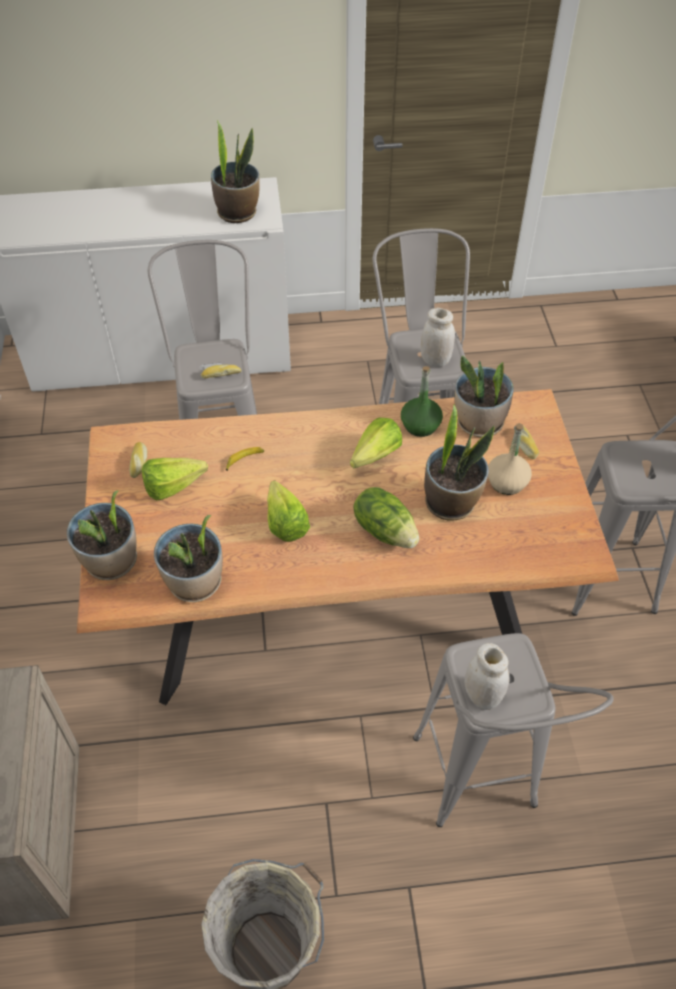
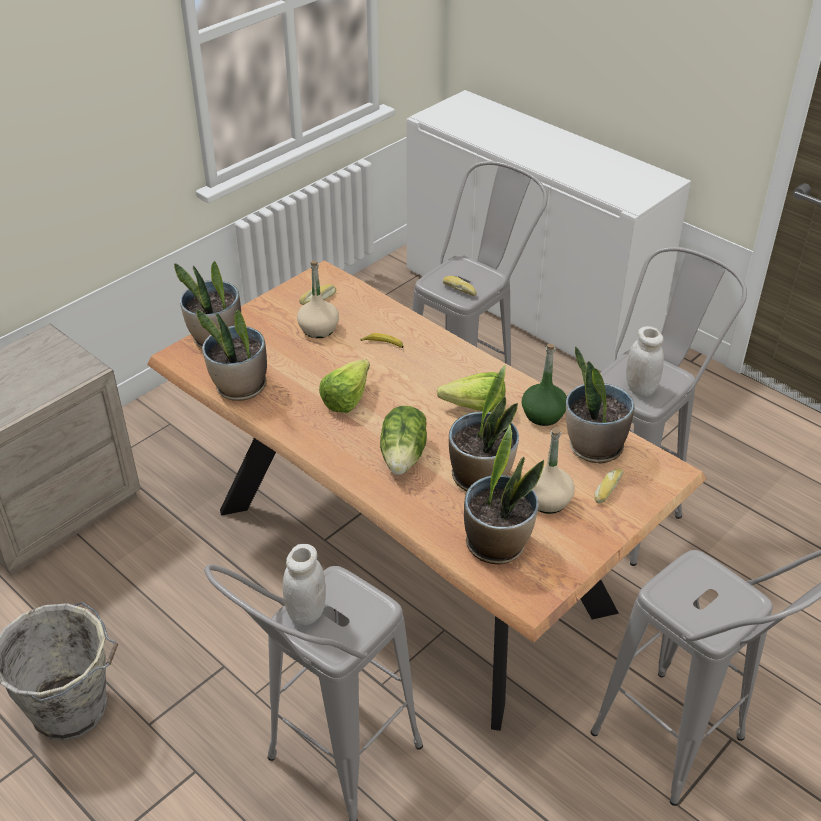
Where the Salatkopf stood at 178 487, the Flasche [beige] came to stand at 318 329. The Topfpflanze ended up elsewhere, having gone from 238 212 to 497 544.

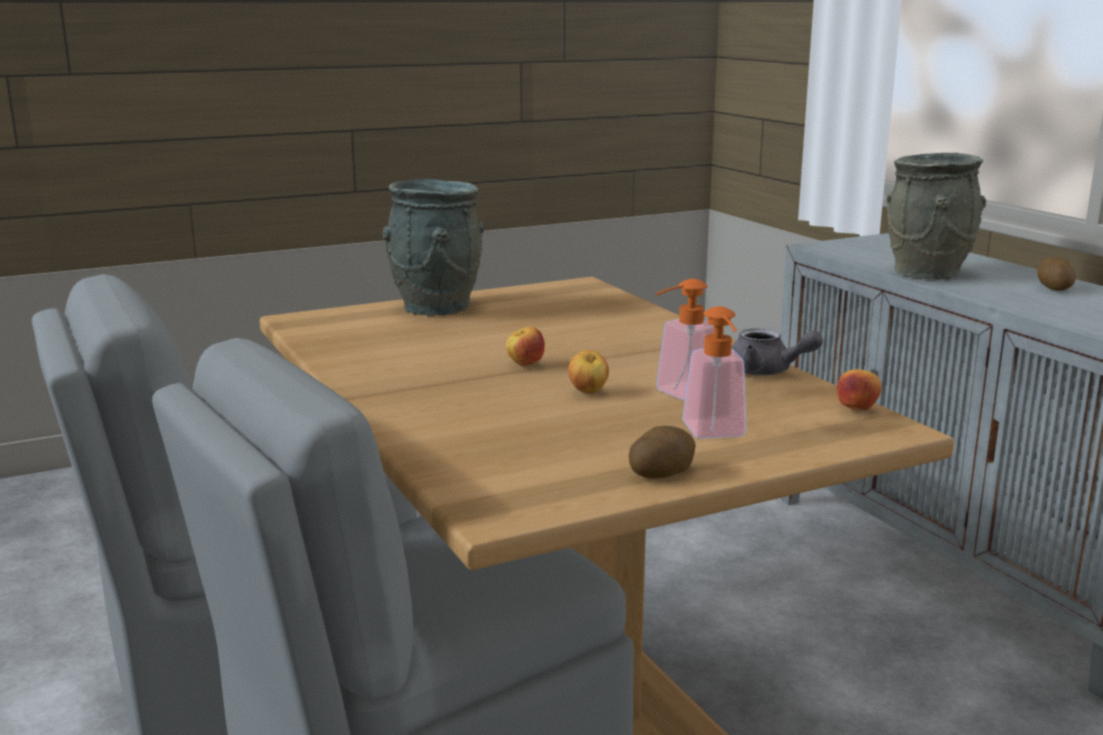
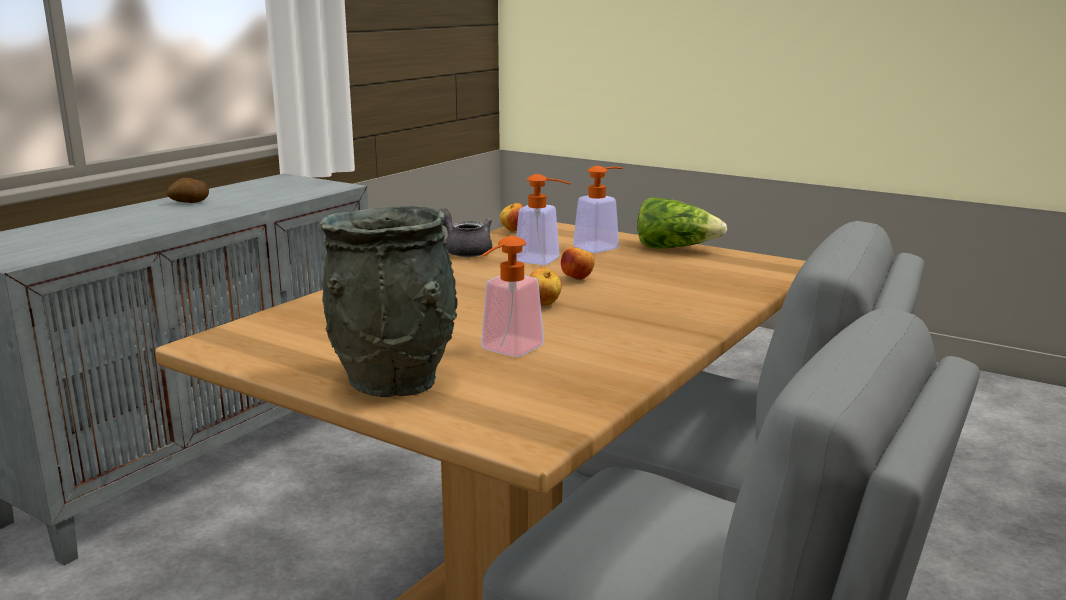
The Teekanne [grau] at 767 372 ended up facing another way, 45 degrees counterclockwise from before. The second view gained the Seifenspender at 506 351. Where the Kartoffel stood at 662 473, the Salatkopf came to stand at 675 248. The second view lost the Vase [grau] at 927 273.

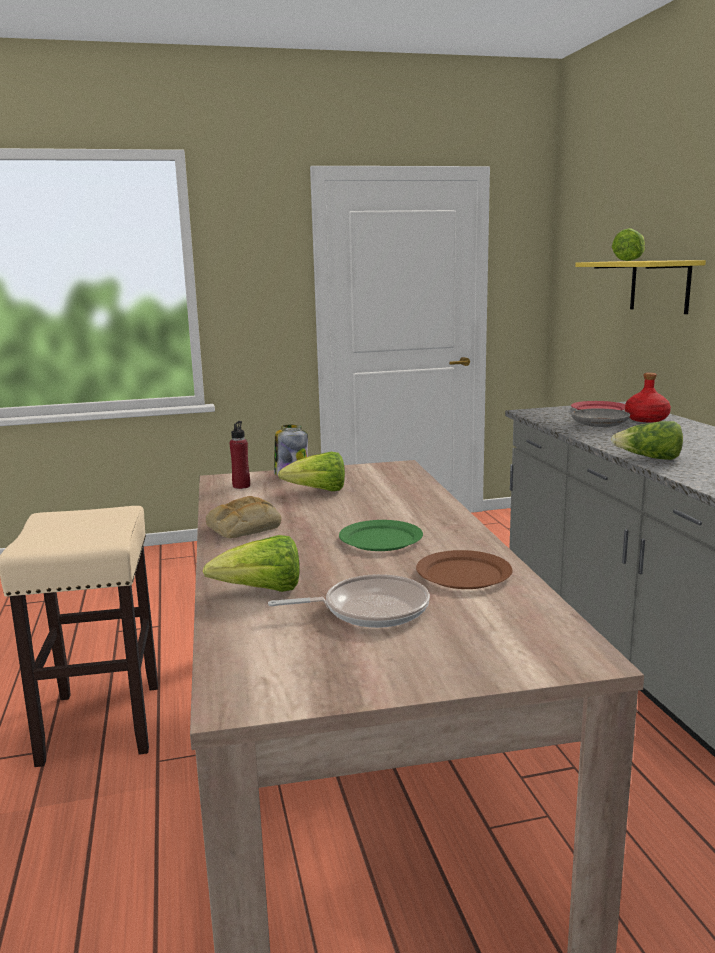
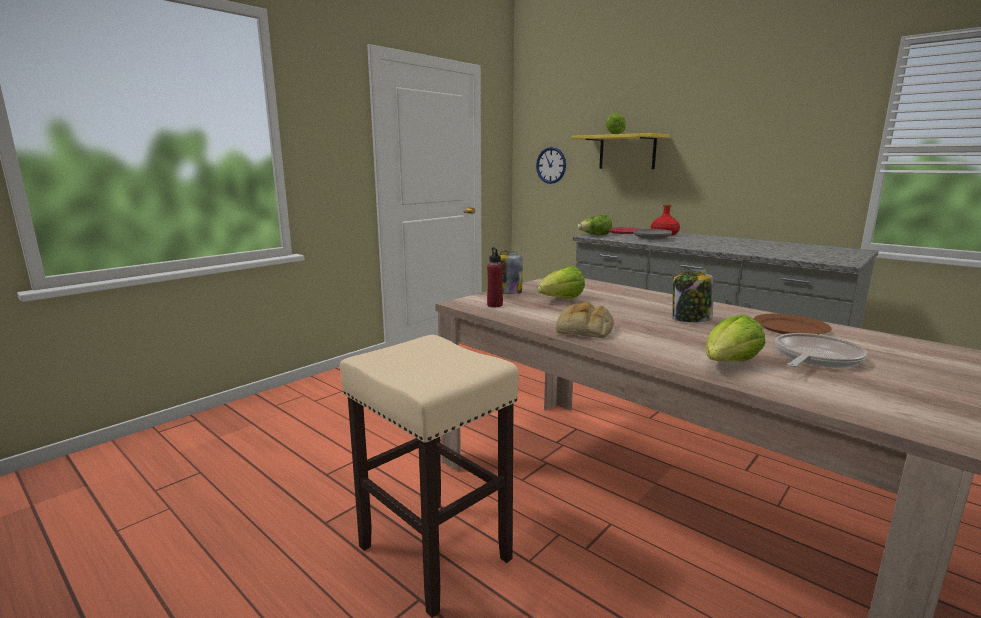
The second view gained the Wanduhr at 551 165. The Salatkopf ended up elsewhere, having gone from 649 458 to 595 235. Where the Teller [grün] stood at 380 539, the Vorratsglas came to stand at 690 319.

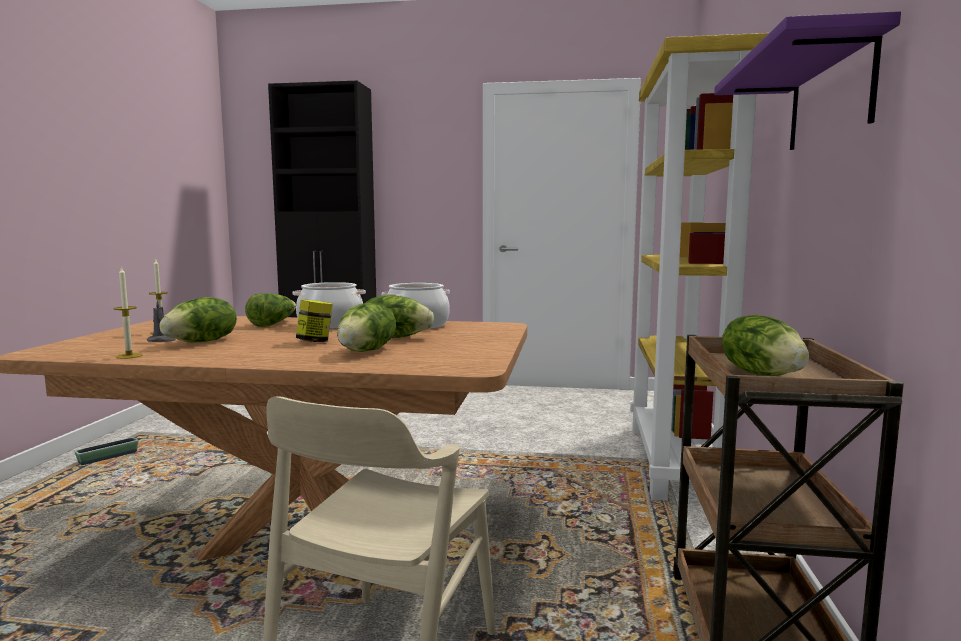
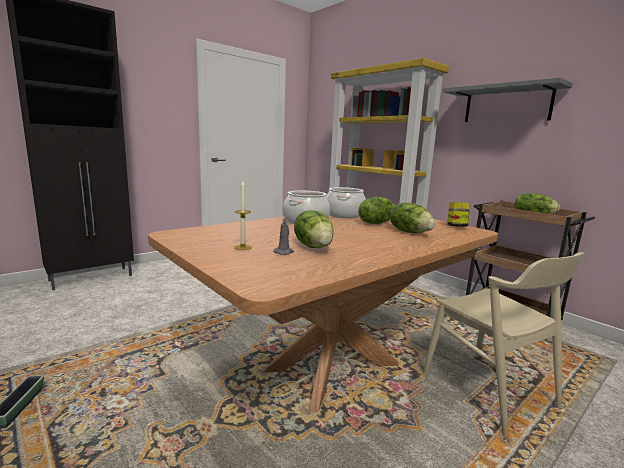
What was the Wandregal [lila] at 830 97 turned into the Wandregal [grau] at 507 104. The Vorratsglas ended up elsewhere, having gone from 315 341 to 456 227. The second view lost the Kerze at 129 356. The second view lost the Salatkopf at 272 324.

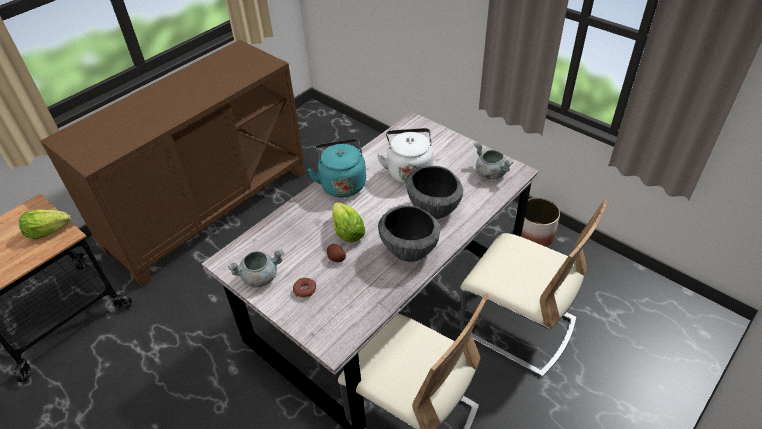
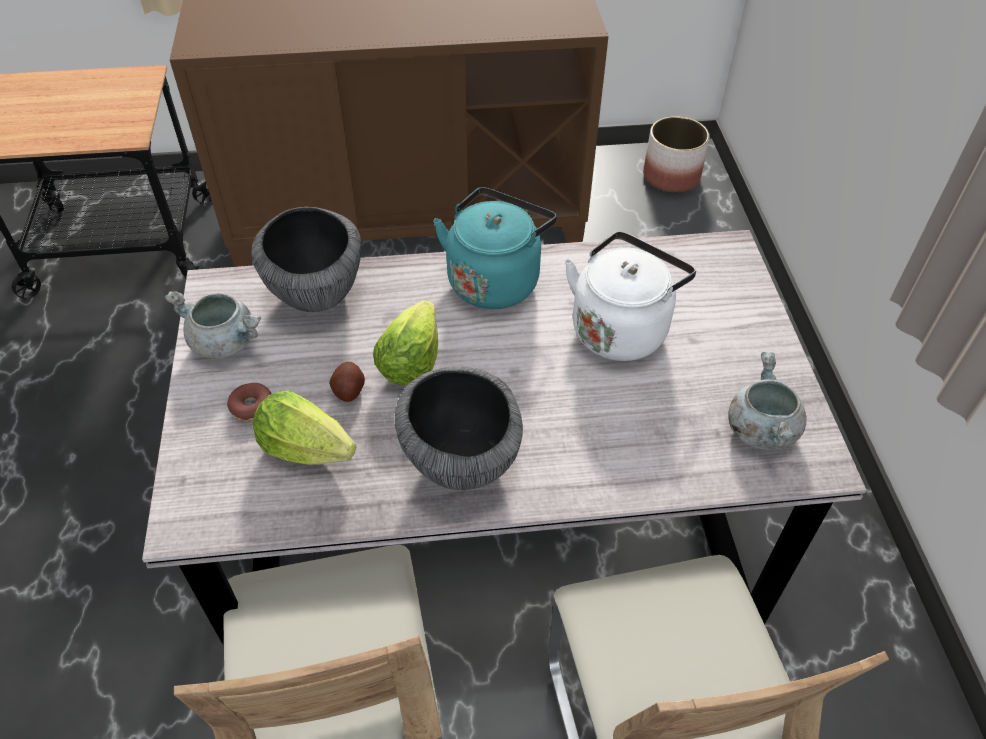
The Schüssel ended up elsewhere, having gone from 433 210 to 316 294. The Salatkopf ended up elsewhere, having gone from 48 231 to 305 448. The Pflanzkübel ended up elsewhere, having gone from 535 235 to 672 177.

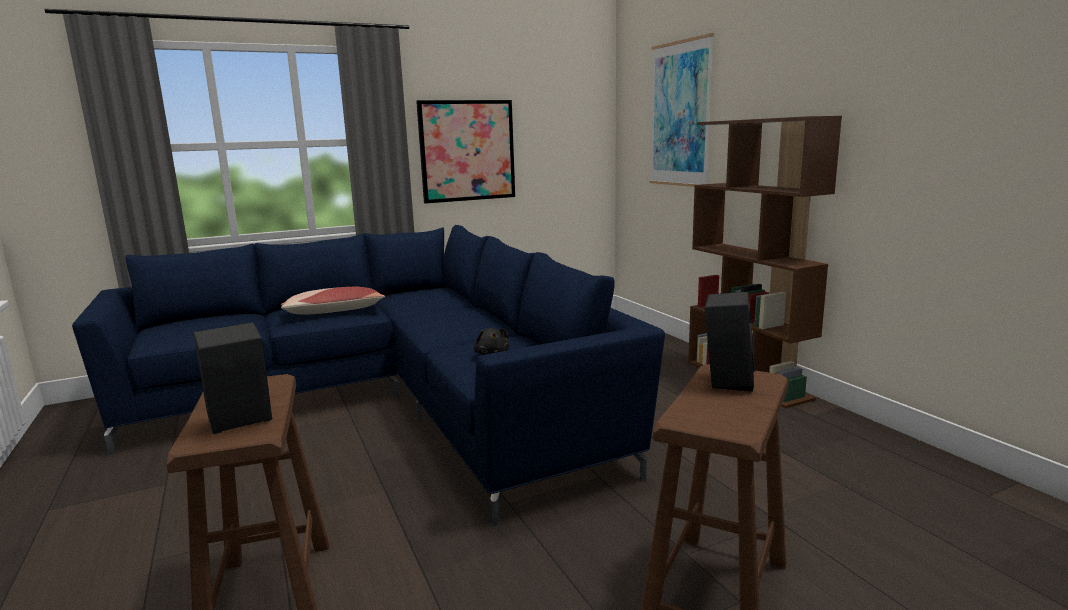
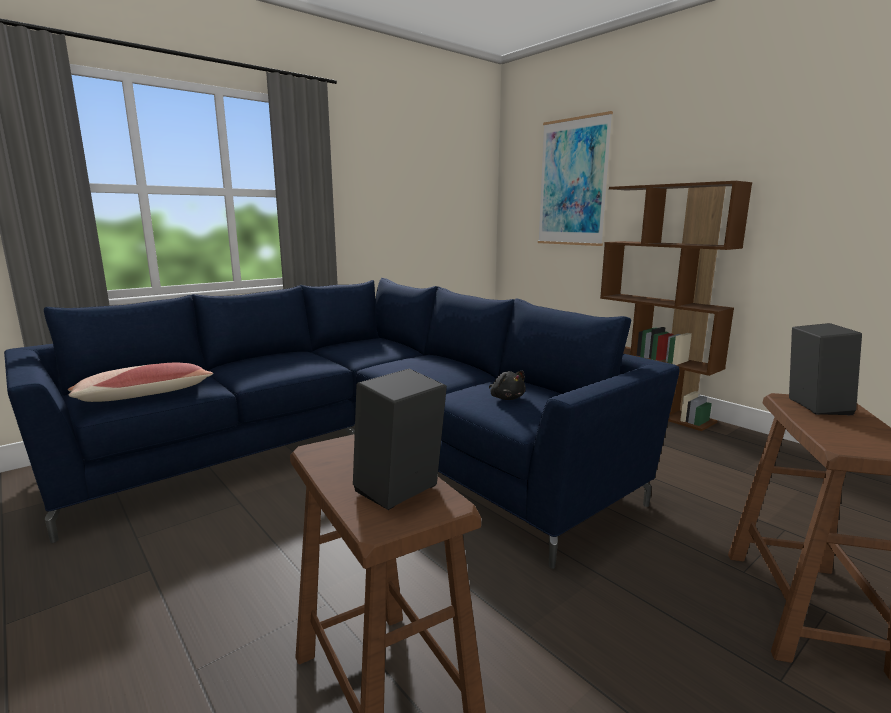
The Kissen ended up elsewhere, having gone from 333 312 to 144 395. The second view lost the Bild at 467 151.

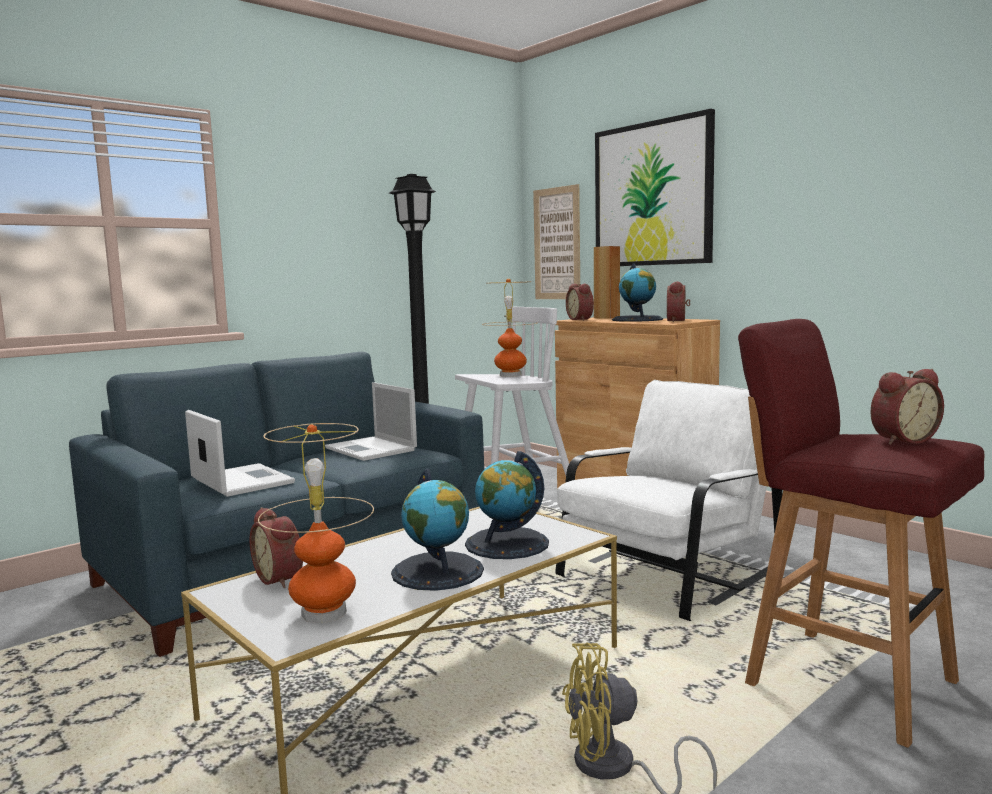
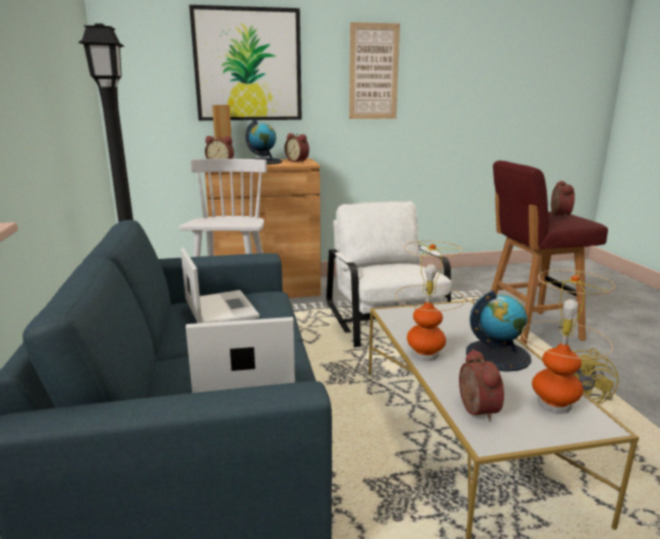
The Laptop at 372 449 ended up facing another way, 105 degrees counterclockwise from before. The Bild ended up elsewhere, having gone from 557 244 to 373 72. The Tischlampe ended up elsewhere, having gone from 510 375 to 425 355. The Wecker at 282 578 ended up facing another way, 90 degrees counterclockwise from before. The second view lost the Globus at 507 544.

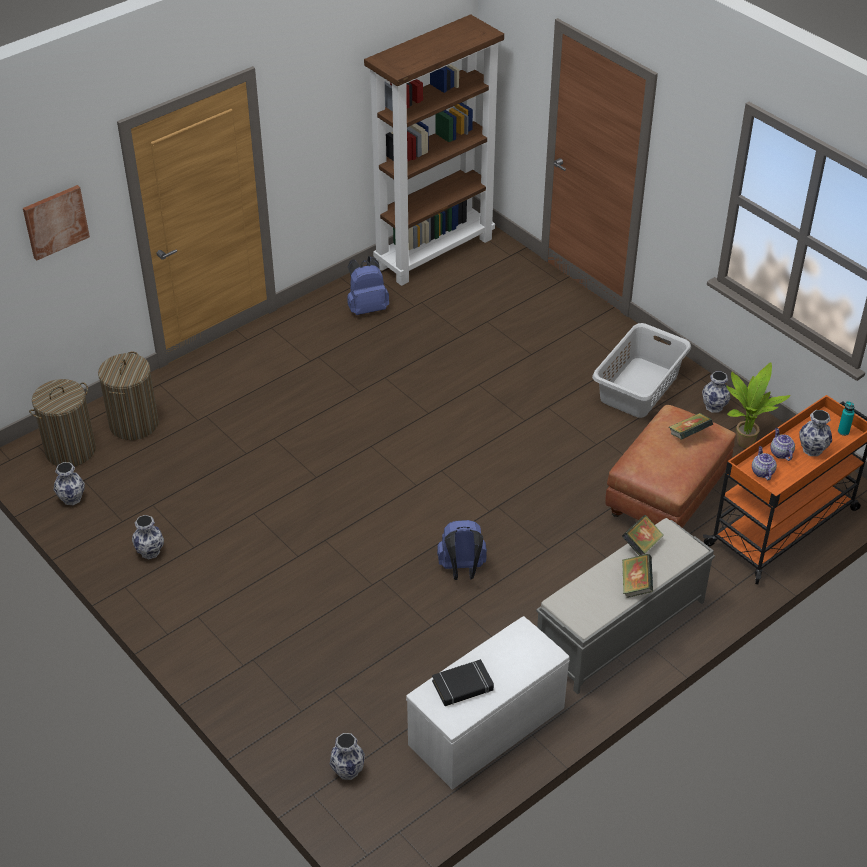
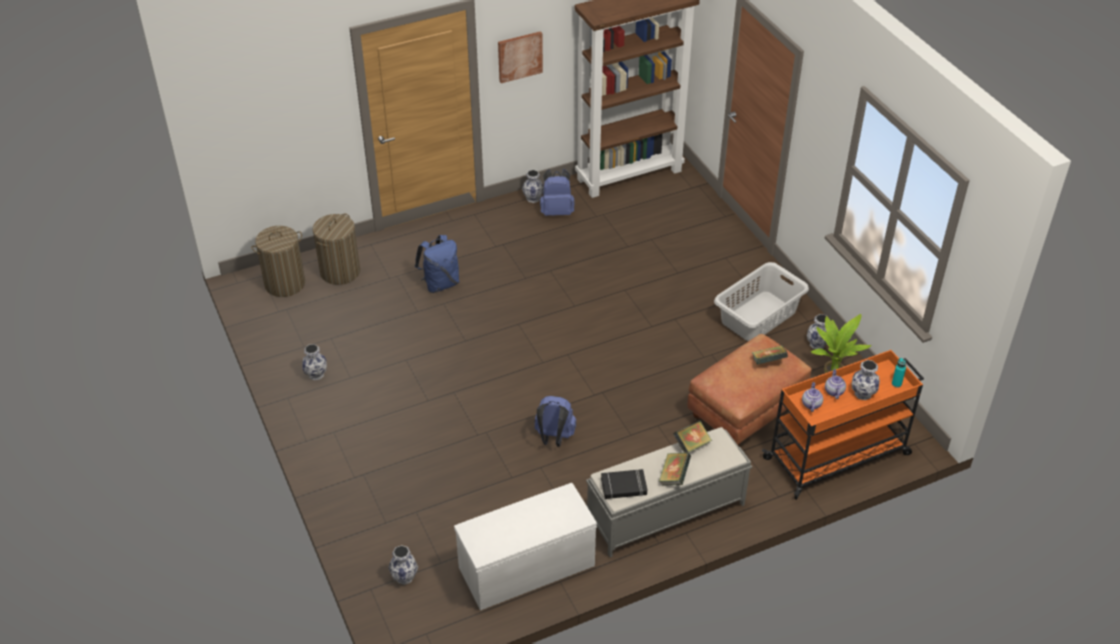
The second view gained the Rucksack [blau] at 440 284. The Bild ended up elsewhere, having gone from 55 221 to 519 56. The Vase ended up elsewhere, having gone from 71 499 to 533 198. The Buch [schwarz] ended up elsewhere, having gone from 463 686 to 624 487.

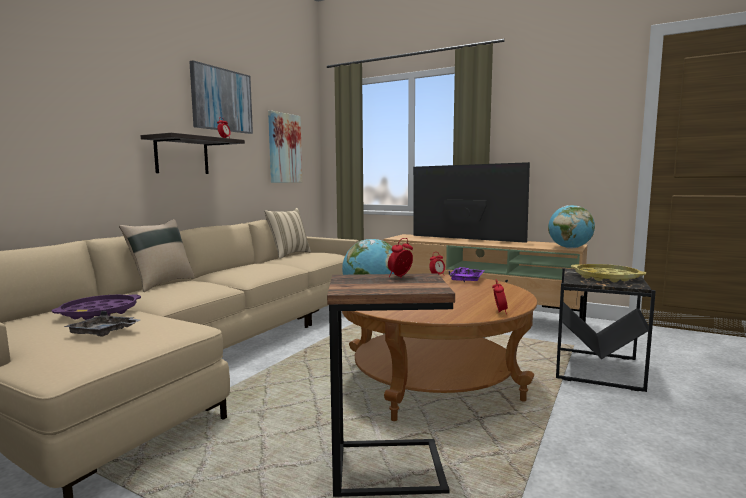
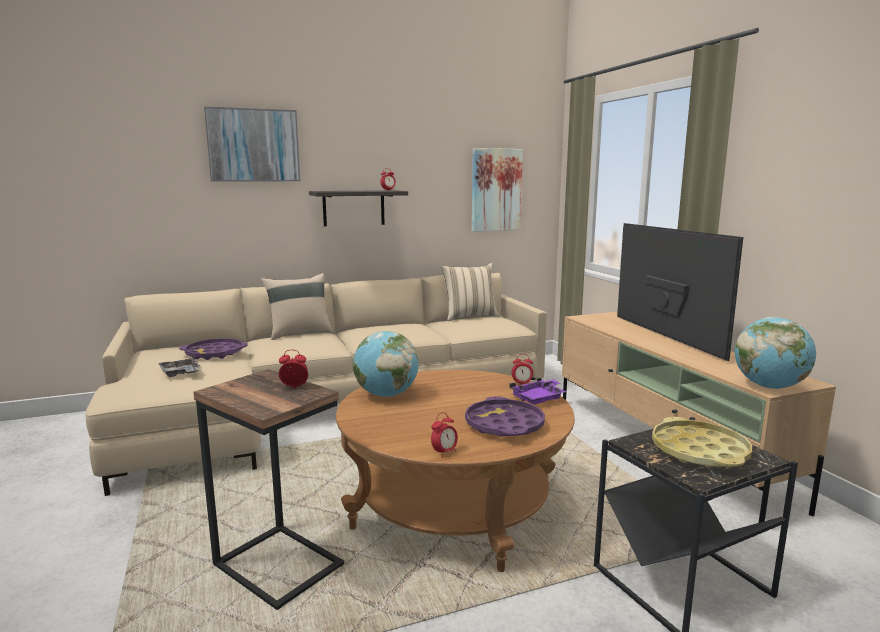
The Bild ended up elsewhere, having gone from 221 100 to 253 145. The second view gained the Tablett [lila] at 504 425.

